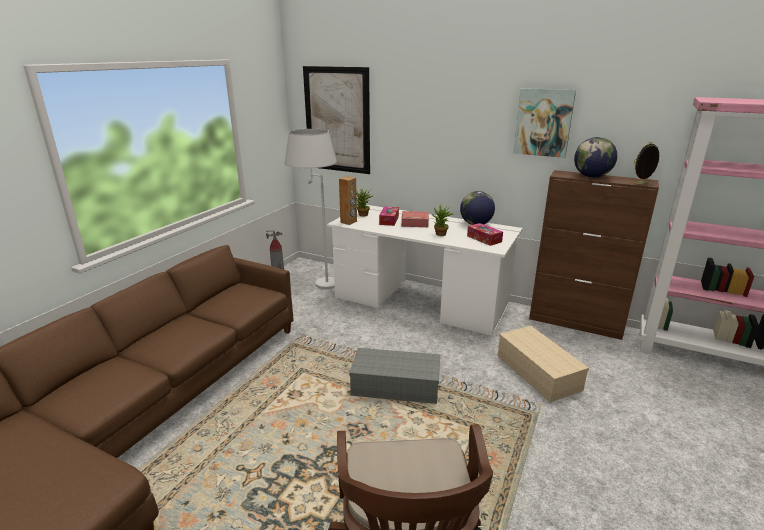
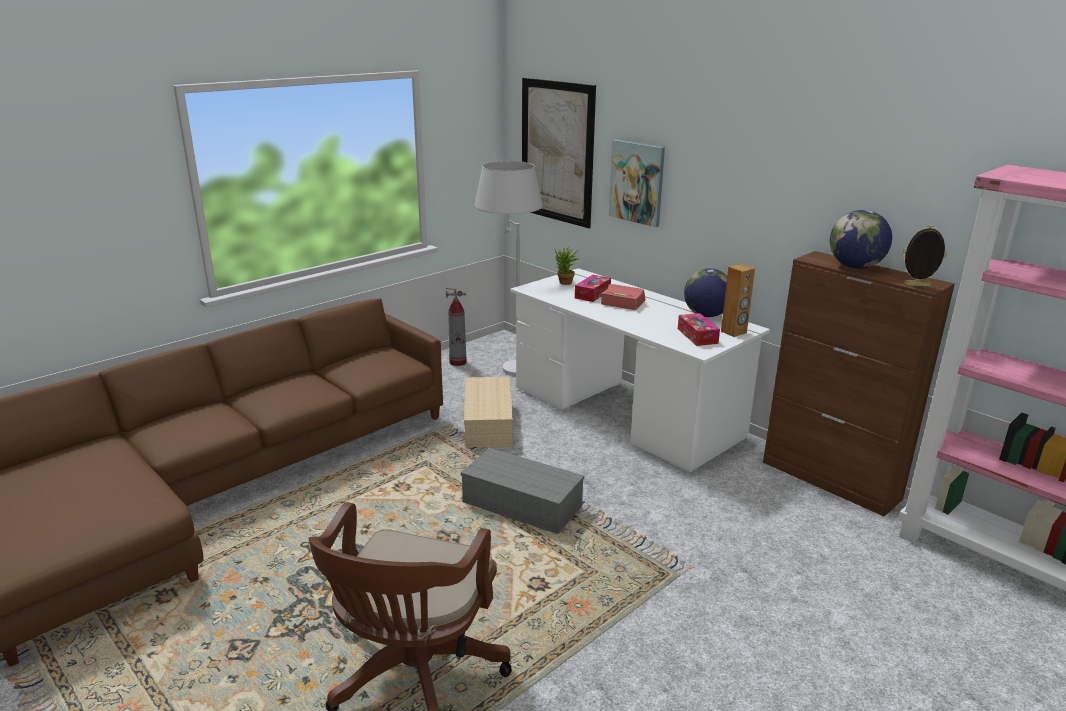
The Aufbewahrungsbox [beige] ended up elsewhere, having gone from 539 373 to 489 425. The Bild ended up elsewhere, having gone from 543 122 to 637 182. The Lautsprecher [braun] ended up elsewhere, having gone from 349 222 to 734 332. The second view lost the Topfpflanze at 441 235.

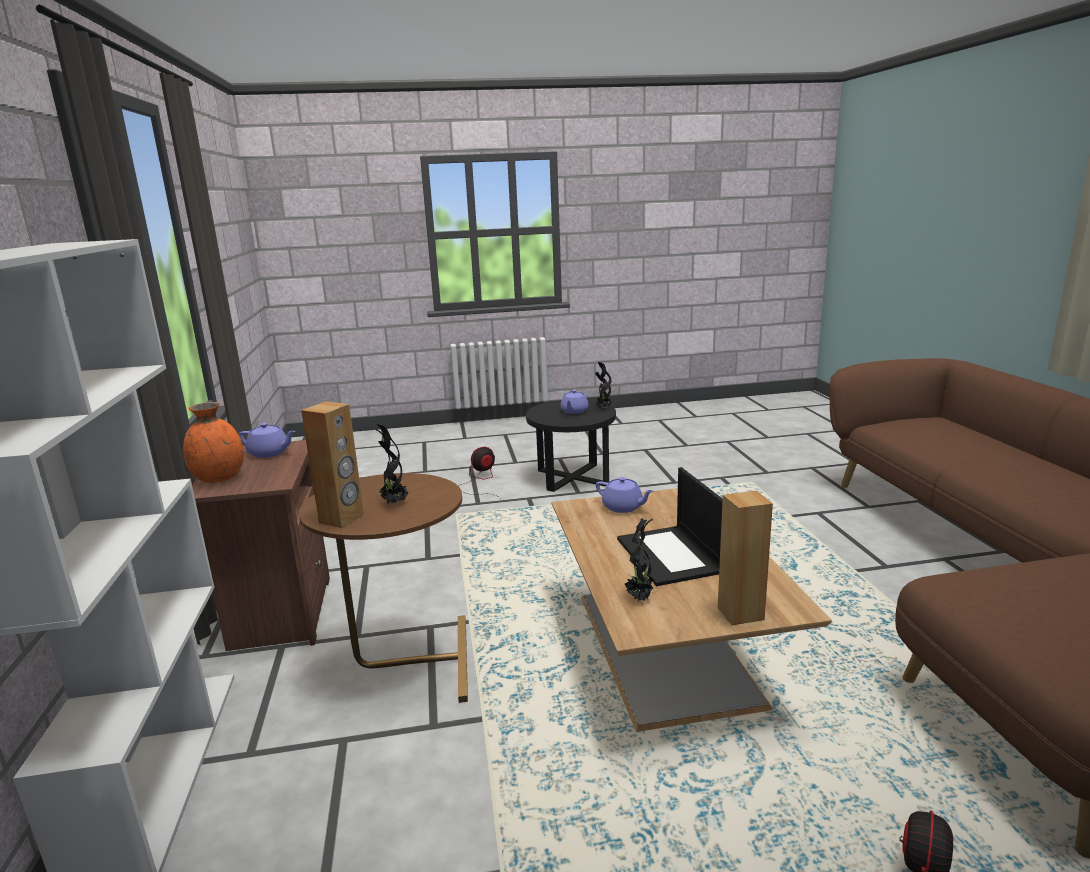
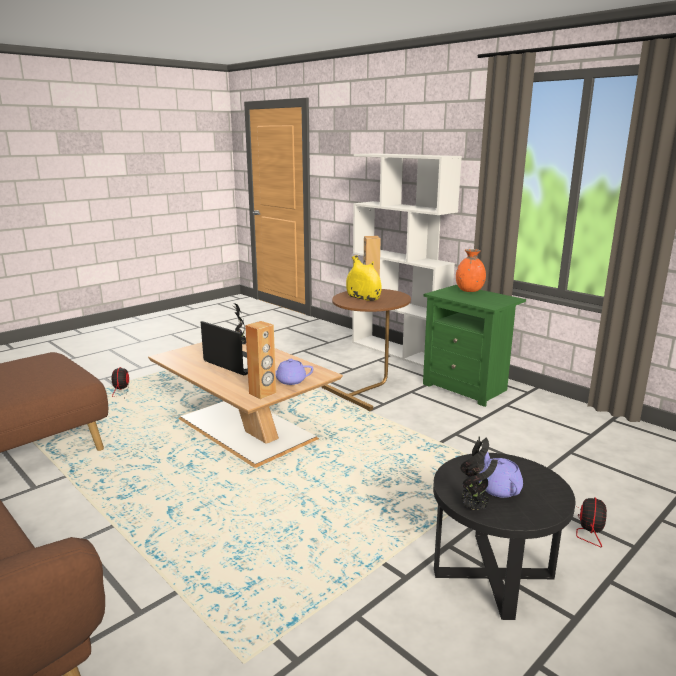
The Lautsprecher [braun] ended up elsewhere, having gone from 740 613 to 262 393. Where the Topfpflanze stood at 394 503, the Vase [gelb] came to stand at 363 298. What was the Nachttisch [braun] at 280 614 turned into the Nachttisch [grün] at 467 388. The second view lost the Teekanne [lila] at 270 453.

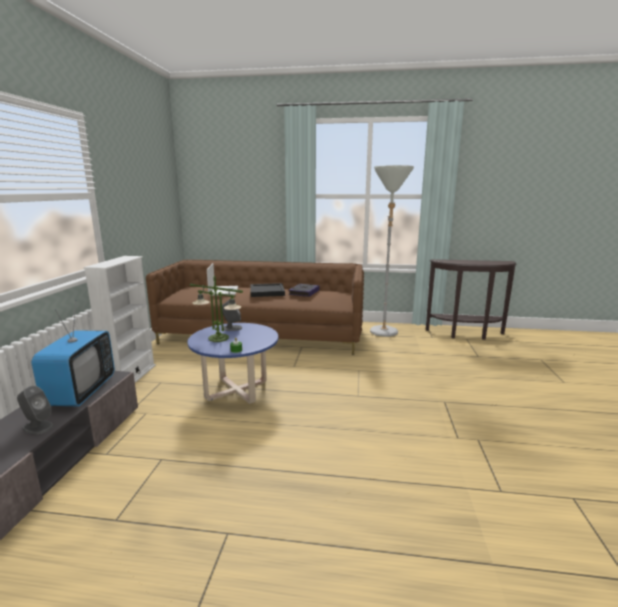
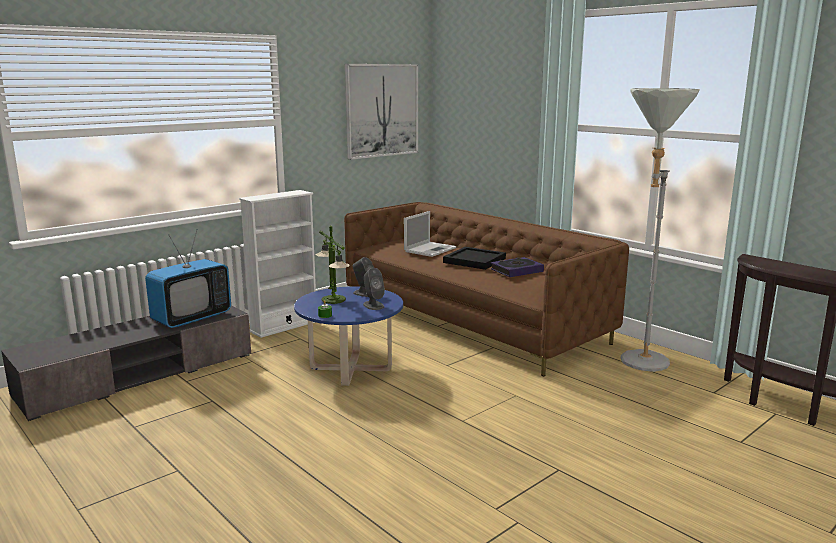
The second view gained the Bild at 382 110. The Lautsprecher [grau] ended up elsewhere, having gone from 38 427 to 373 305.

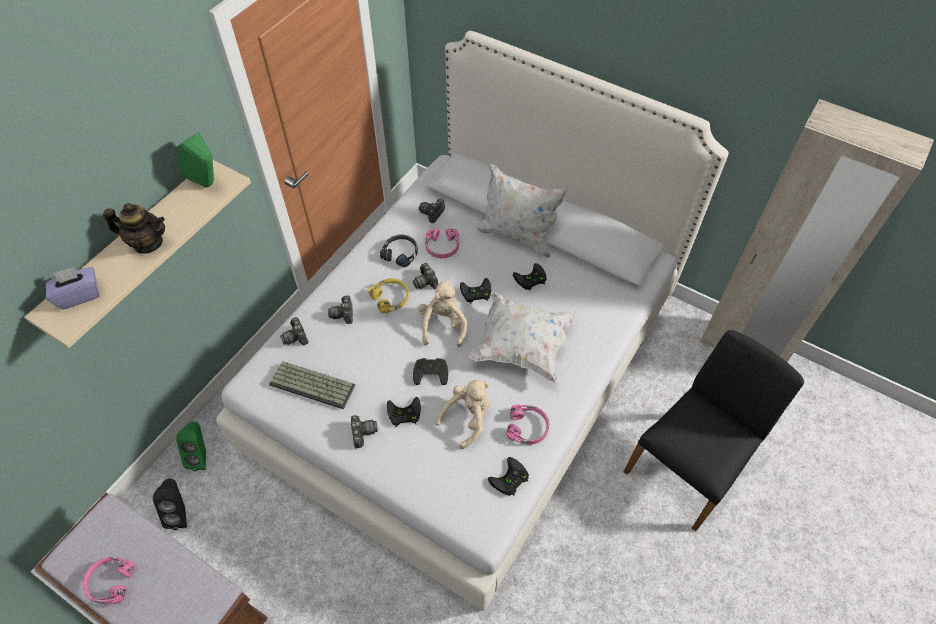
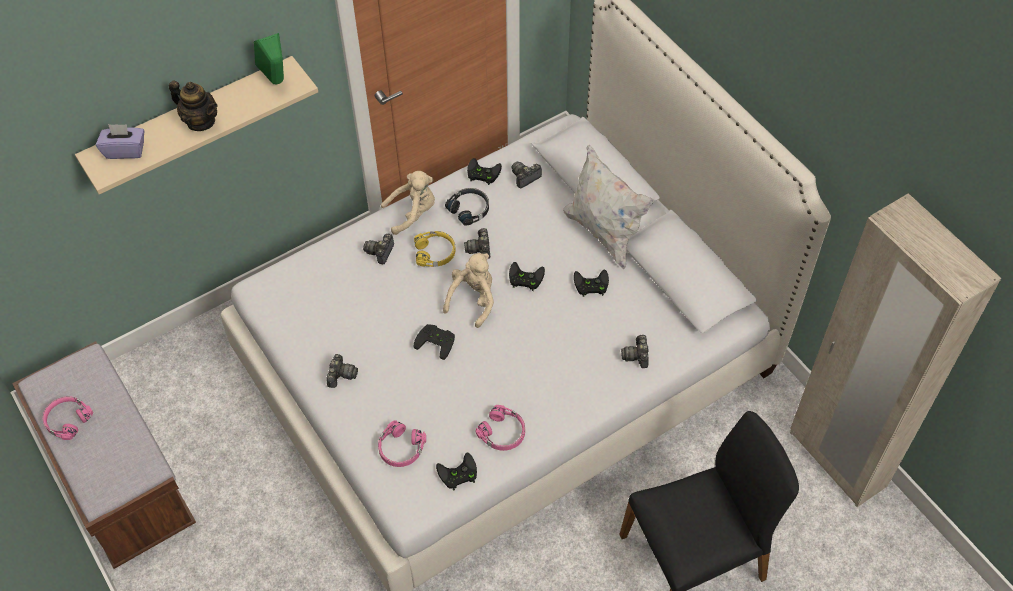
The Kopfhörer [rosa] ended up elsewhere, having gone from 442 247 to 400 448. The Plüschtier [beige] ended up elsewhere, having gone from 467 418 to 413 213. The Gamepad [schwarz] ended up elsewhere, having gone from 403 414 to 482 173. The Kamera ended up elsewhere, having gone from 296 337 to 636 356. The second view lost the Lautsprecher [schwarz] at 181 513. The second view lost the Lautsprecher [grün] at 202 456. The second view lost the Tastatur at 313 384. The second view lost the Kissen [weiß] at 522 346.

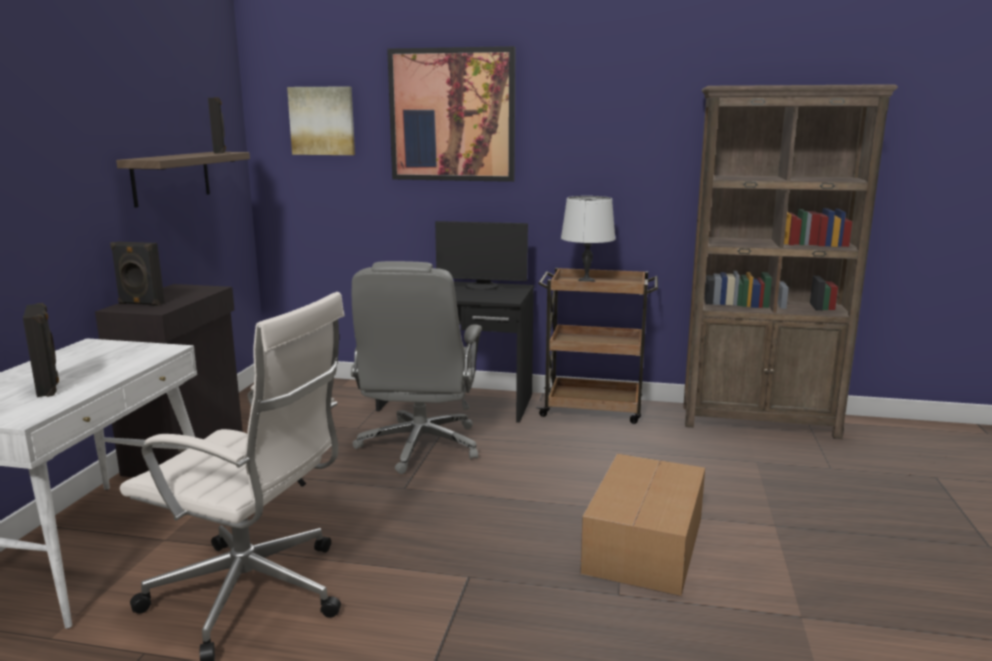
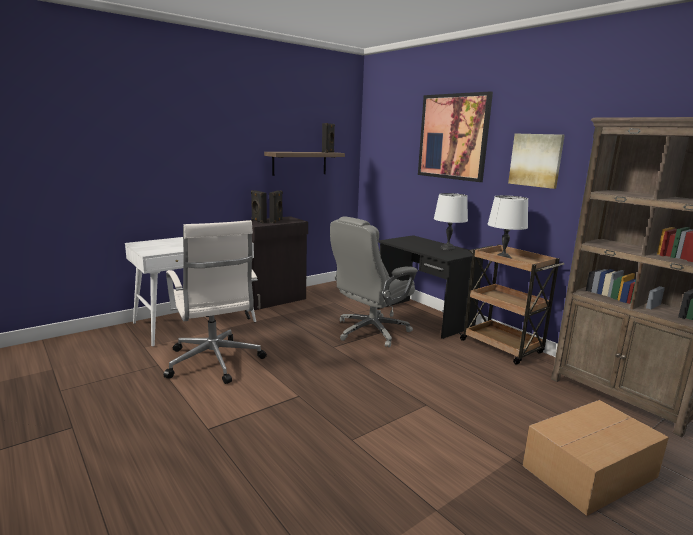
The Lautsprecher [schwarz] ended up elsewhere, having gone from 49 387 to 276 221. Where the Monitor stood at 481 287, the Tischlampe [weiß] came to stand at 448 248. The Bild ended up elsewhere, having gone from 322 121 to 536 160. The Karton ended up elsewhere, having gone from 646 544 to 591 471.

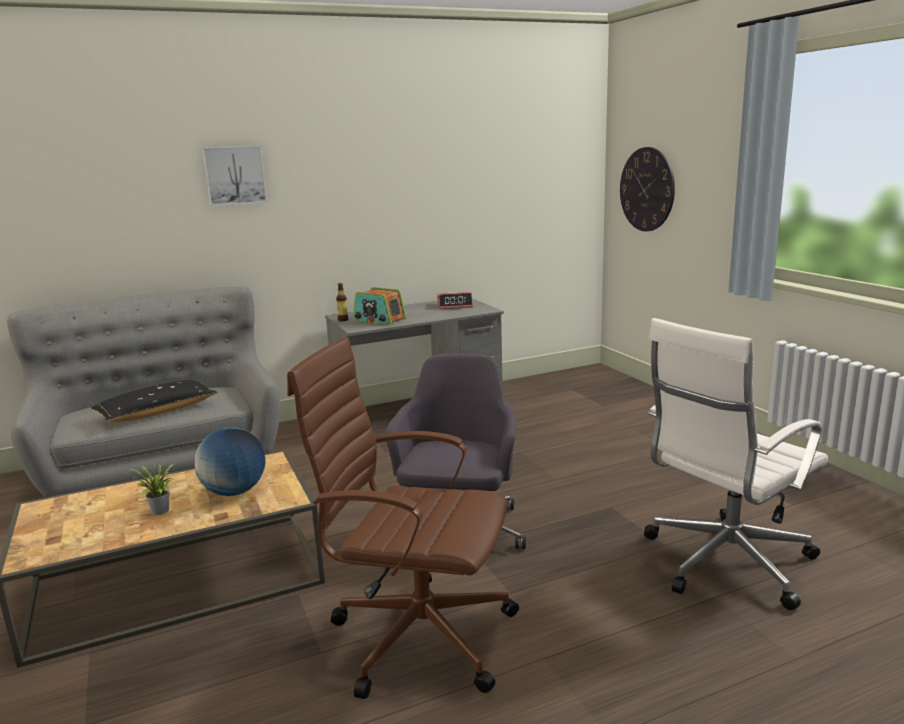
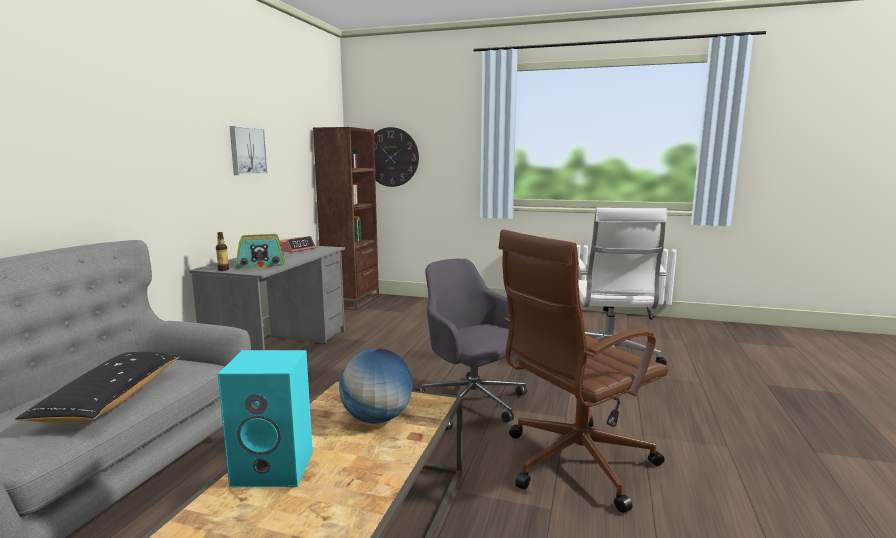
The second view gained the Lautsprecher [türkis] at 275 468. The Bild ended up elsewhere, having gone from 235 175 to 247 151. The second view gained the Bücherregal [braun] at 352 301. The second view lost the Topfpflanze at 159 512.

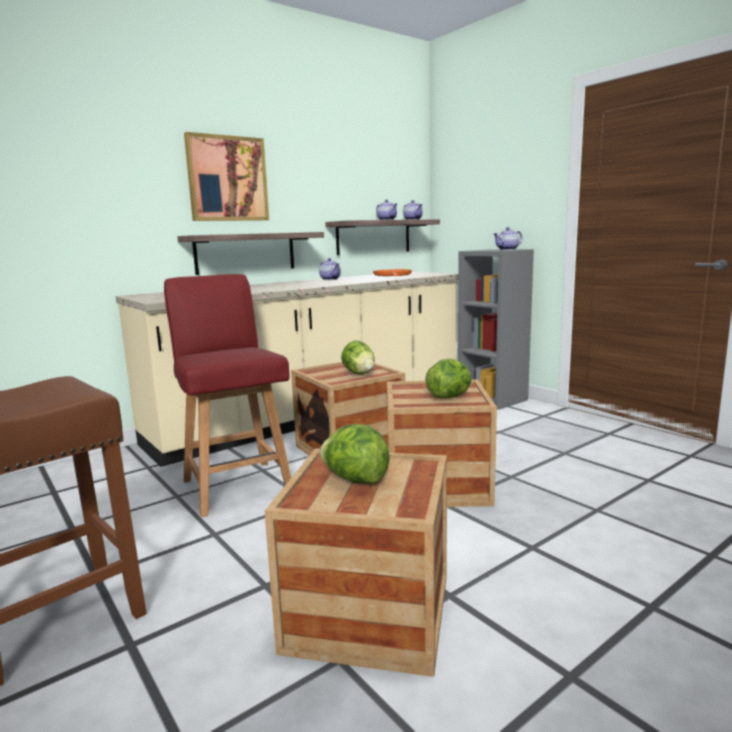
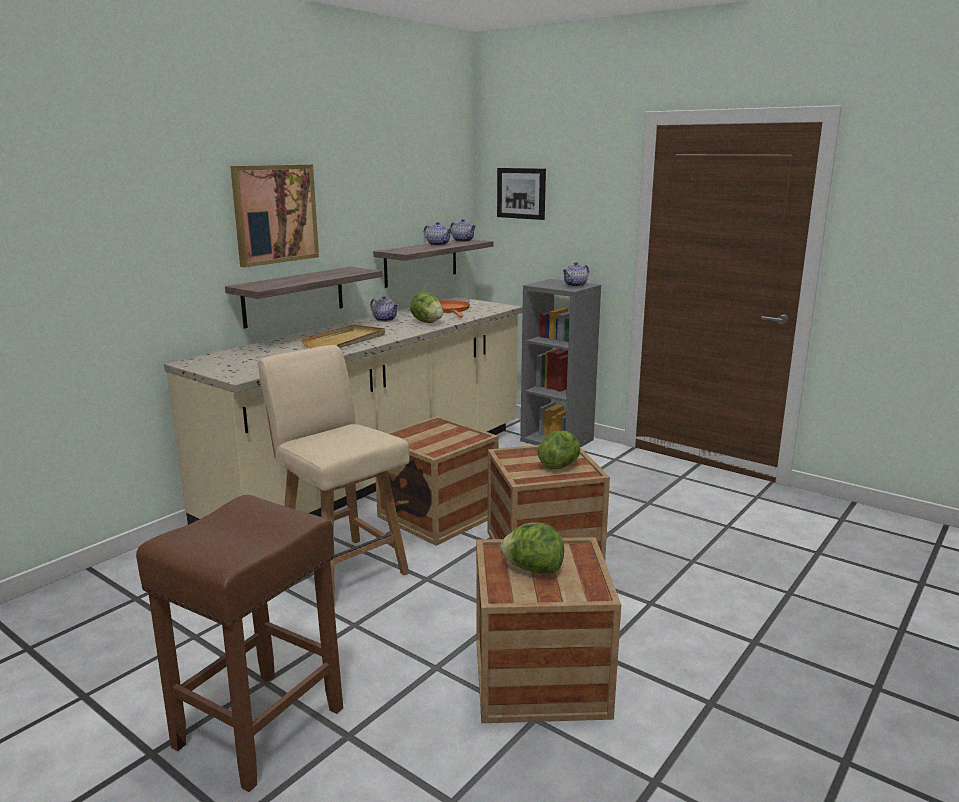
What was the Stuhl [rot] at 236 485 turned into the Stuhl [beige] at 342 570. The second view gained the Tablett [beige] at 345 341. The Salatkopf ended up elsewhere, having gone from 359 373 to 427 322. The second view gained the Bild at 521 193.

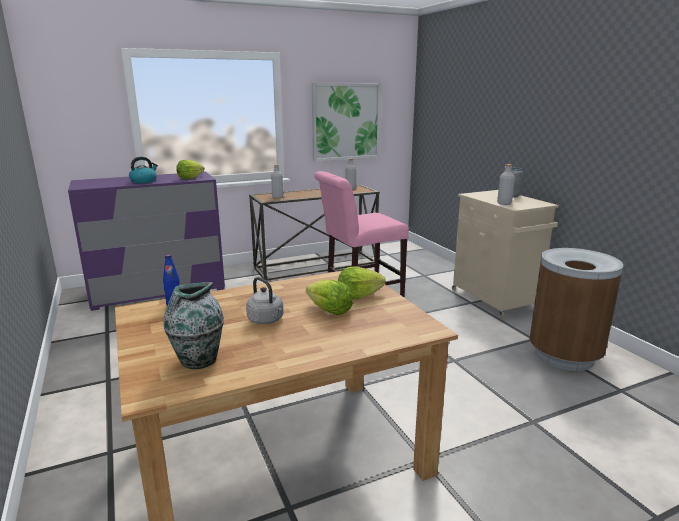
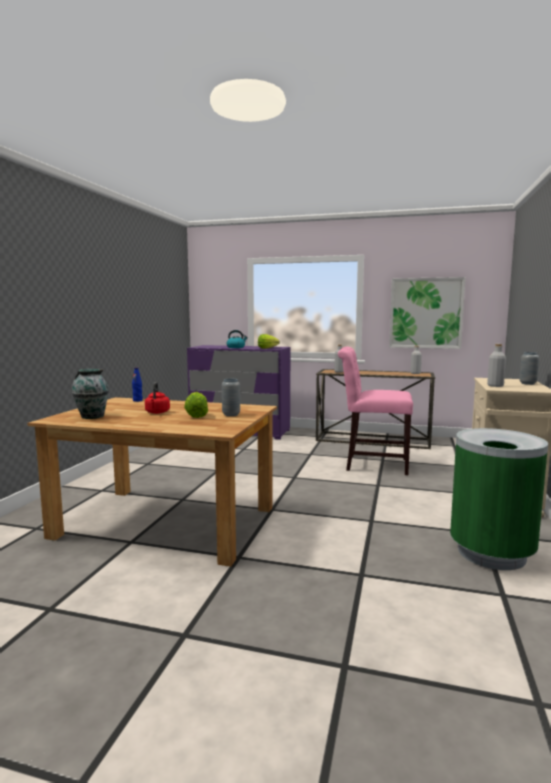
What was the Wasserkessel [grau] at 267 320 turned into the Wasserkessel [rot] at 157 412. Where the Salatkopf stood at 358 296, the Vase [grau] came to stand at 231 414. What was the Mülleimer [braun] at 564 356 turned into the Mülleimer [grün] at 491 553.

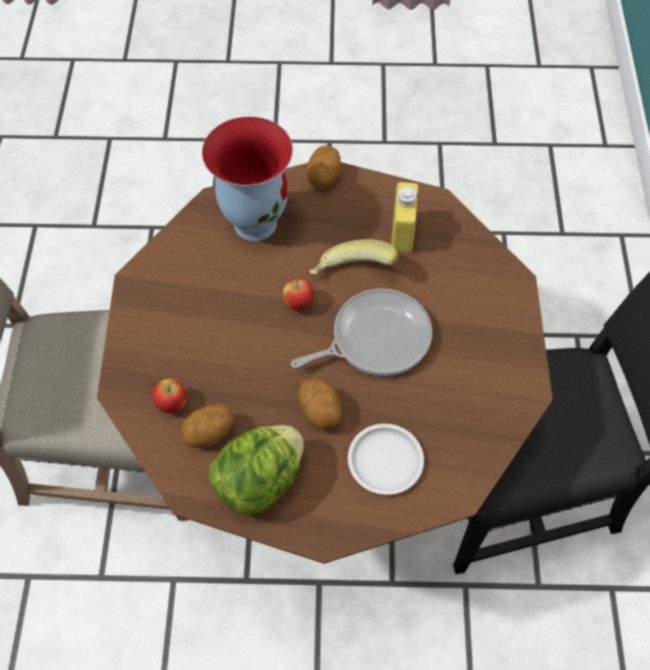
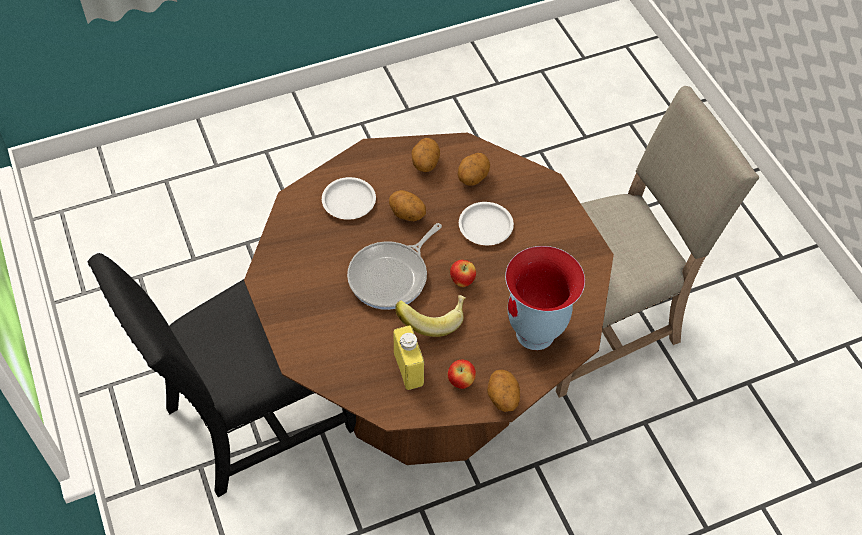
Where the Salatkopf stood at 259 481, the Kartoffel came to stand at 425 164. The Apfel ended up elsewhere, having gone from 172 404 to 461 381. The second view gained the Teller [weiß] at 485 226.

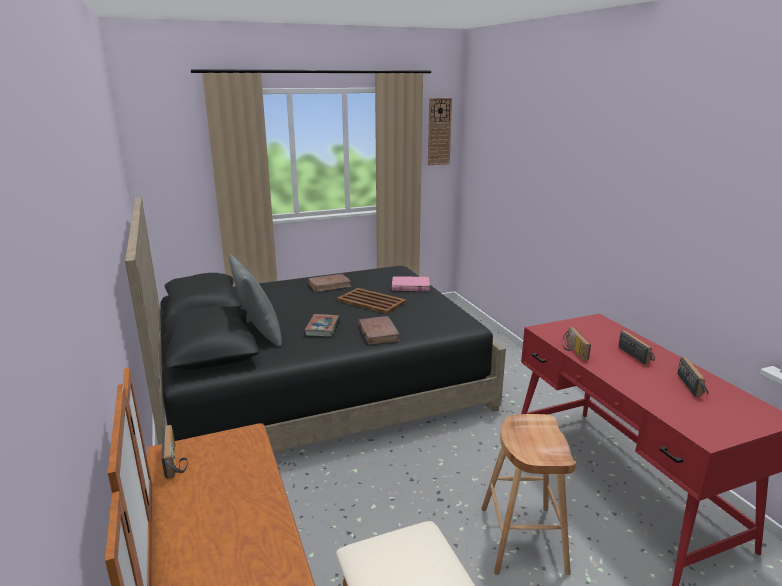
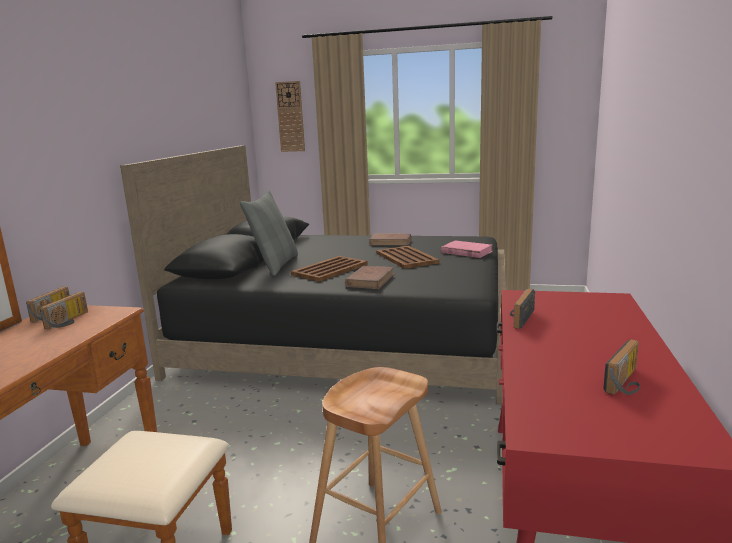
The Radio ended up elsewhere, having gone from 637 355 to 69 321. The Wanduhr ended up elsewhere, having gone from 439 131 to 290 117. Where the Buch stood at 322 328, the Tablett [braun] came to stand at 329 269.

